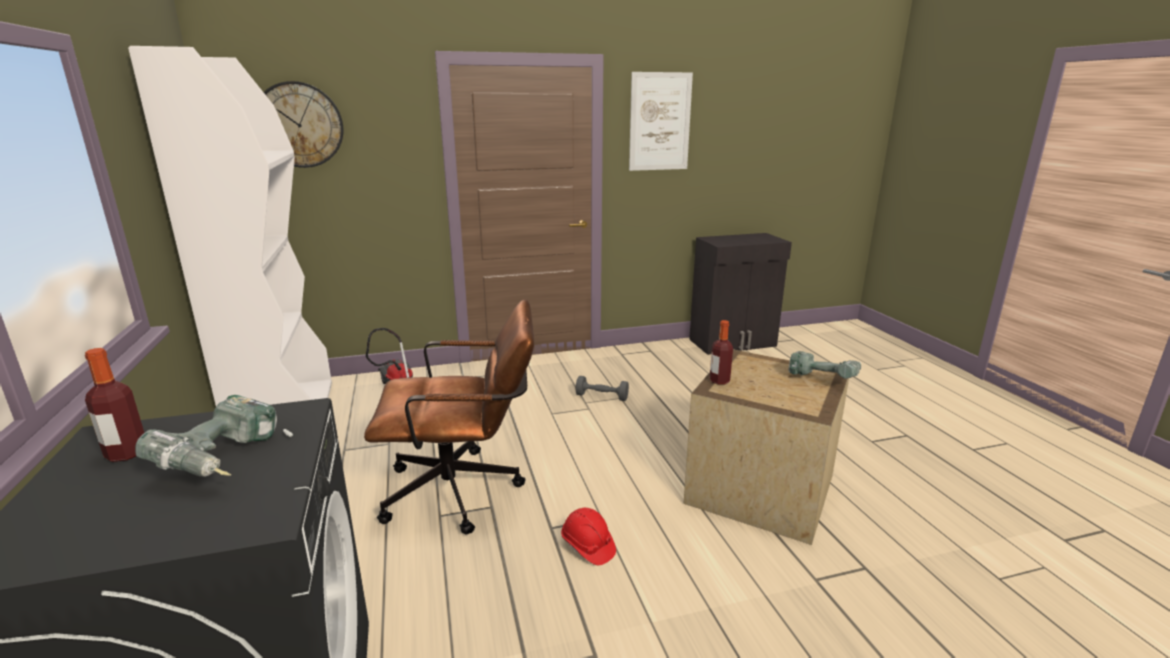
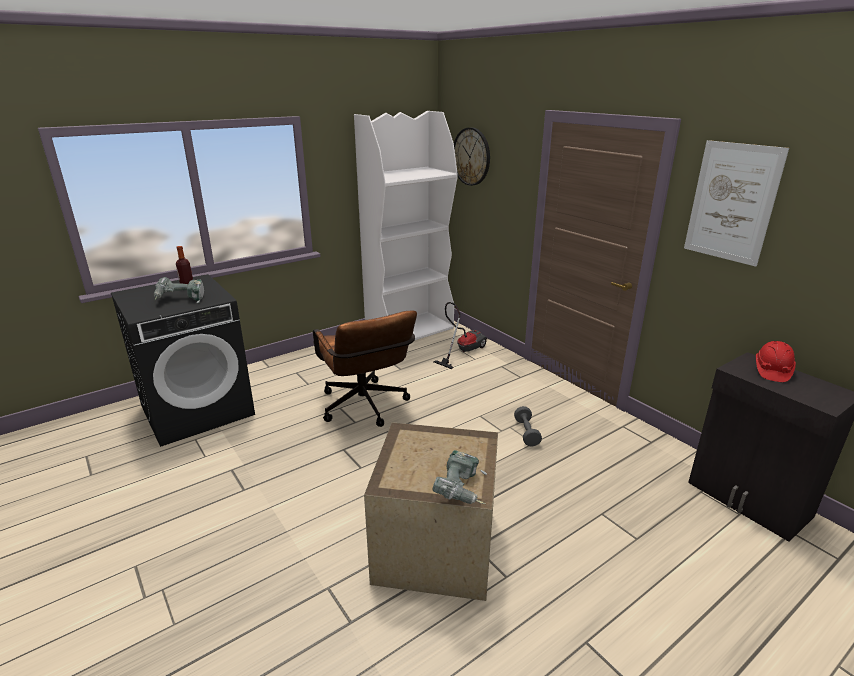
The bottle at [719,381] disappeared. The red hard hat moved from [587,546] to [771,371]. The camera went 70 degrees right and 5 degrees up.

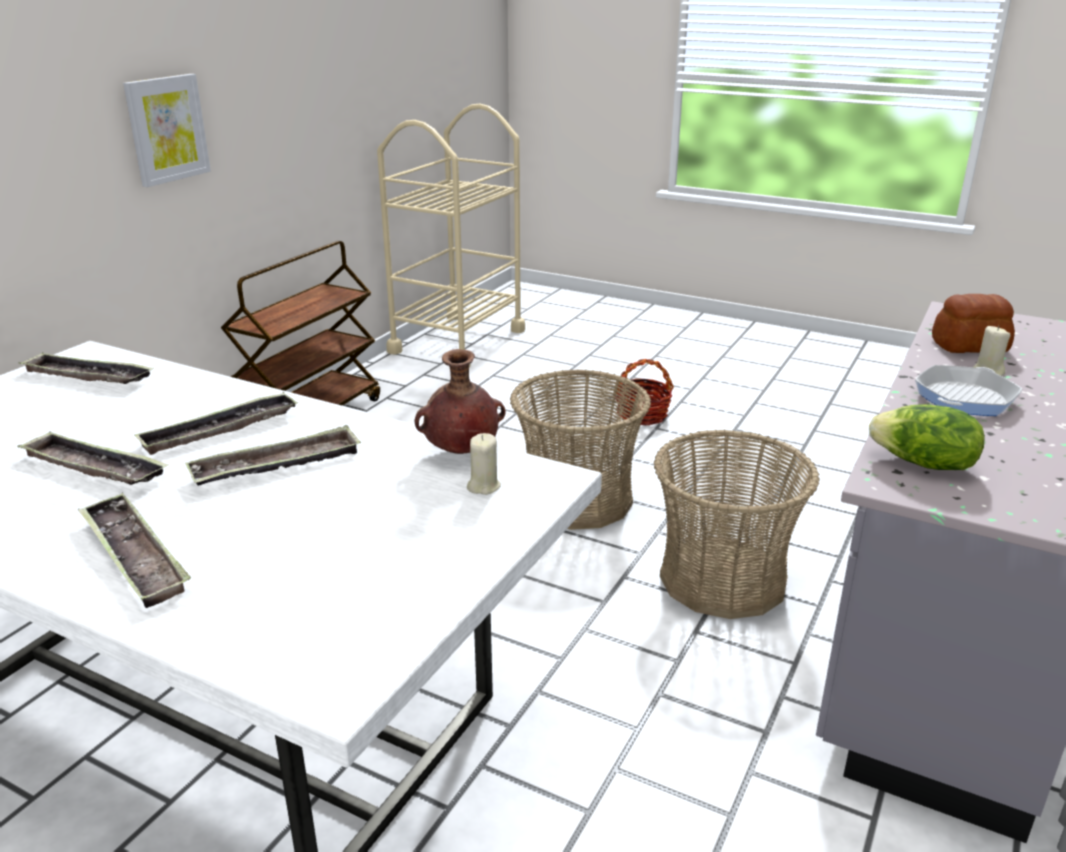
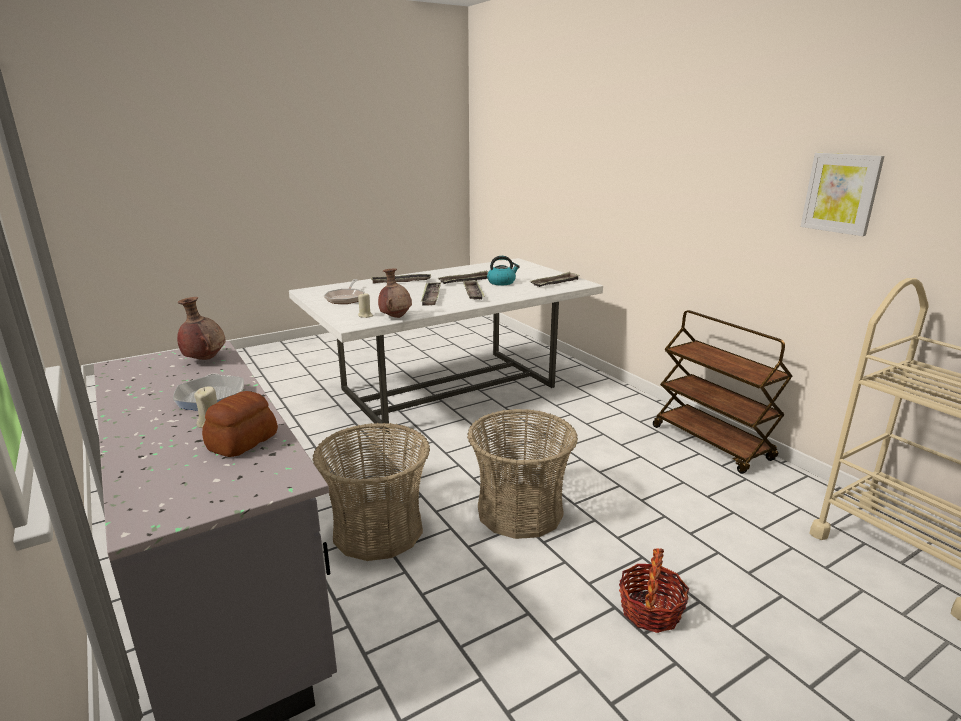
The frying pan at [346,298] appeared. The kettle at [502,282] appeared. The picture moved from [166,129] to [841,193]. The lettuce at [924,464] was replaced by the brown vase at [204,359]. The camera went 120 degrees right and 5 degrees down.

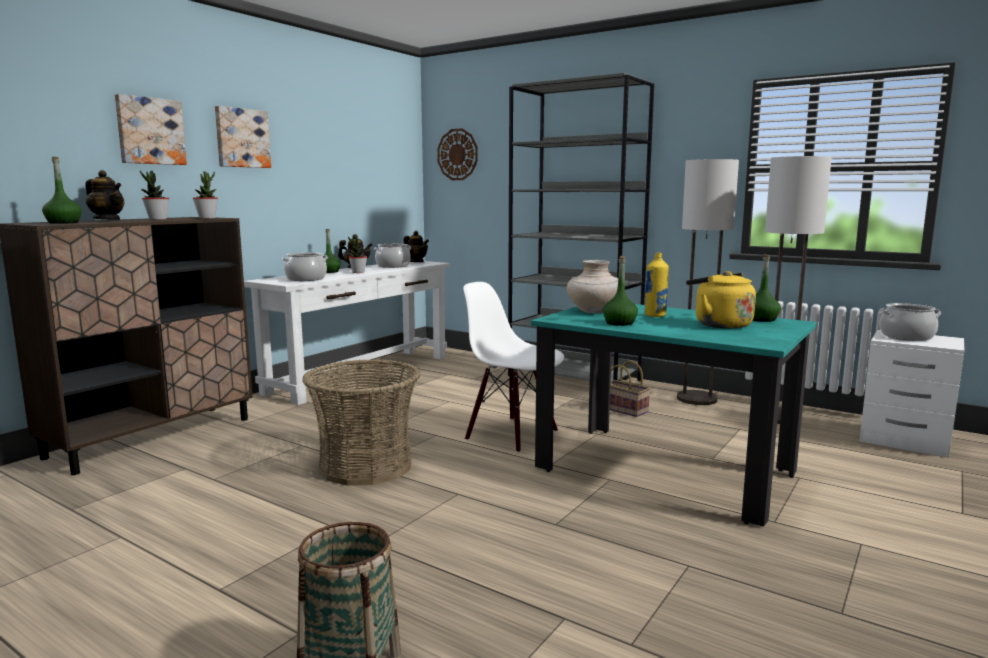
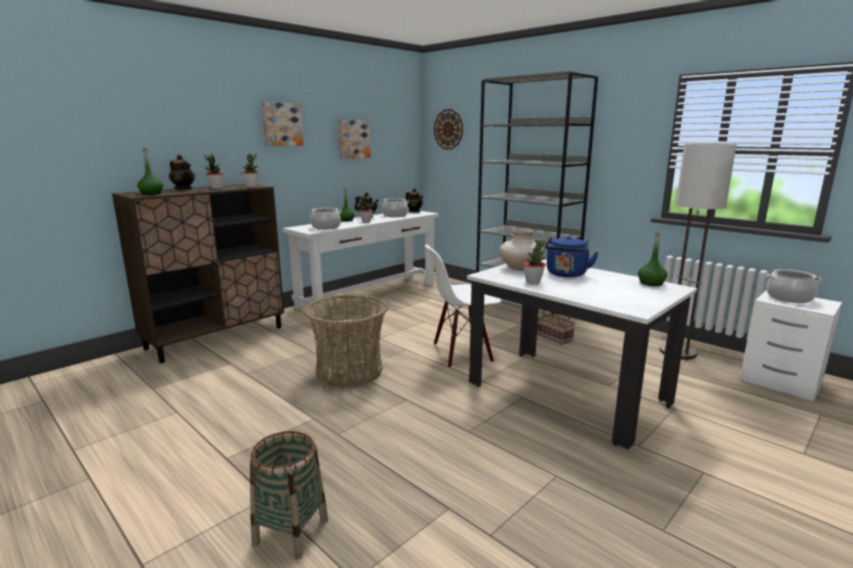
The floor lamp at [697,399] disappeared. The yellow kettle at [719,324] disappeared. The picture moved from [150,131] to [353,139]. The green bottle at [619,323] was replaced by the potted plant at [533,282]. The yellow bottle at [655,315] was replaced by the blue kettle at [566,275]. The turquoise dining table at [664,470] became the white dining table at [567,393]. The white chair at [512,434] turned 60 degrees counterclockwise. The camera went 10 degrees right and 5 degrees up.

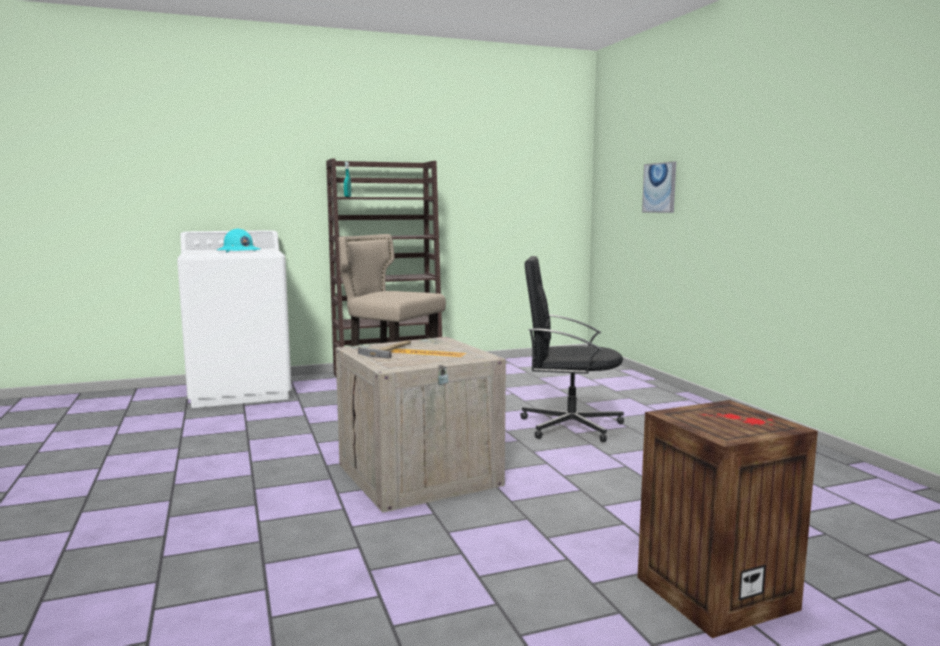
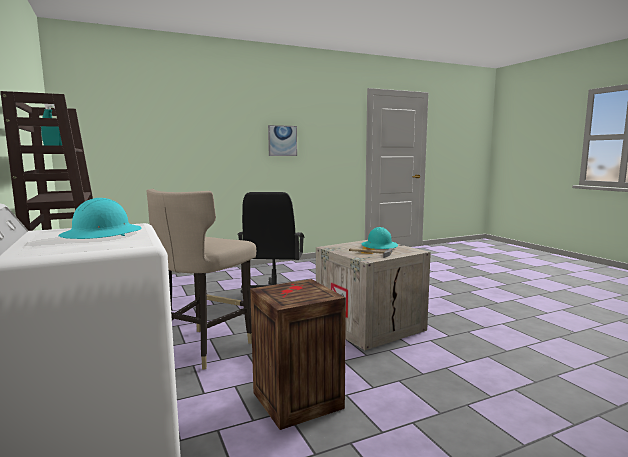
The turquoise hard hat at [379,246] appeared. The crate moved from [716,591] to [295,400]. The picture moved from [660,187] to [282,140]. The camera went 95 degrees left and 0 degrees up.

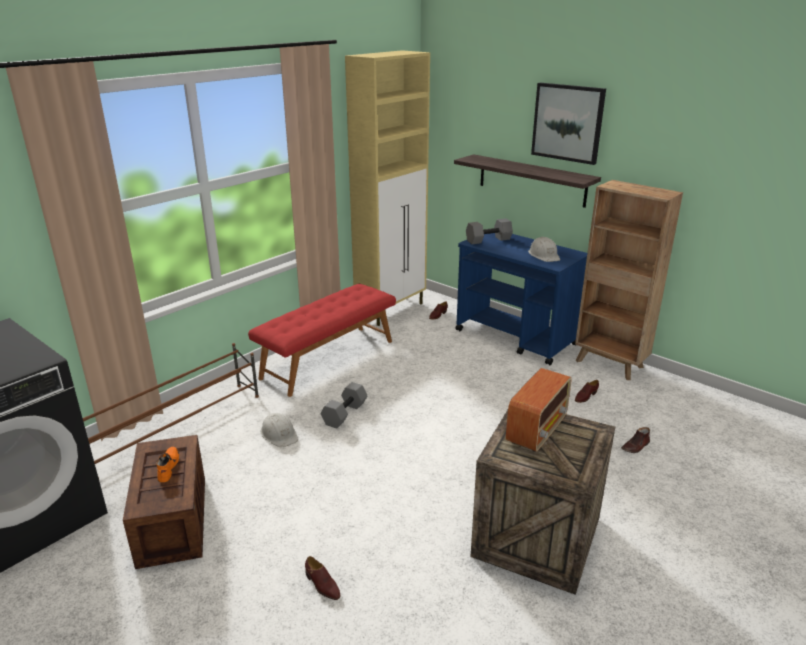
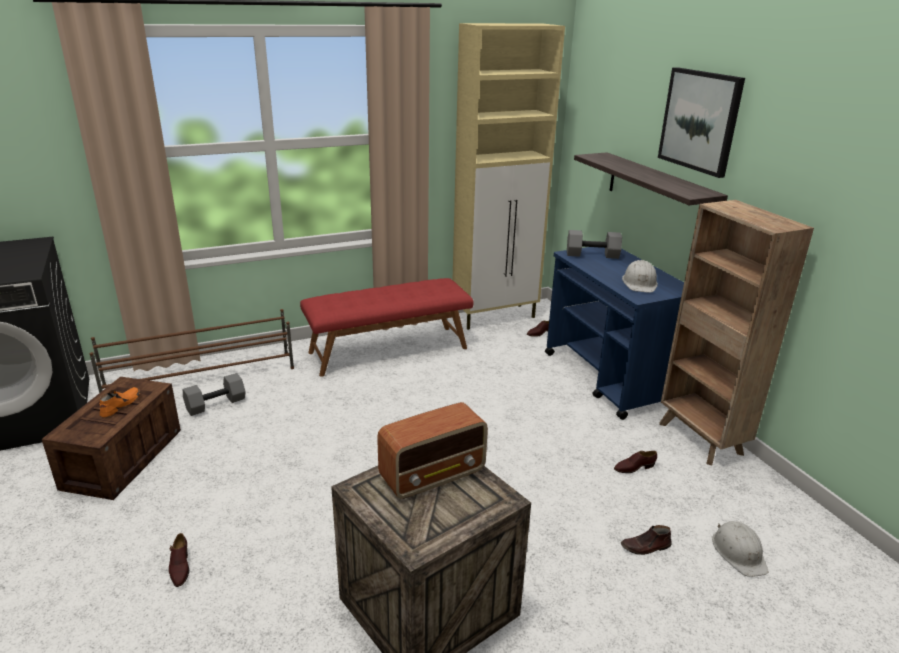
The white hard hat moved from [279,434] to [738,552]. The grey dumbbell moved from [344,413] to [216,403]. The camera went 25 degrees right and 0 degrees up.

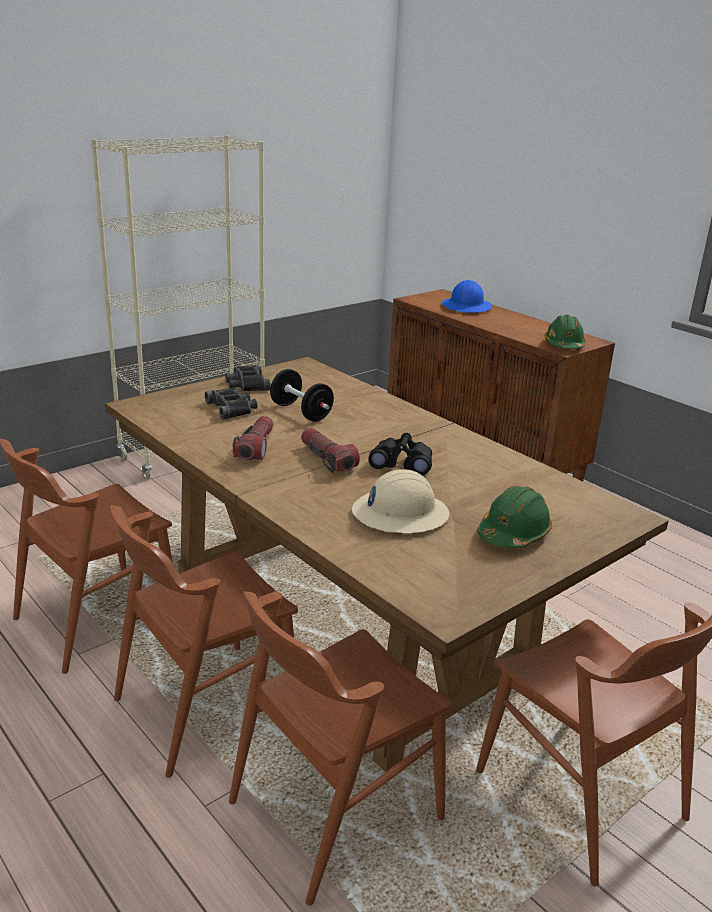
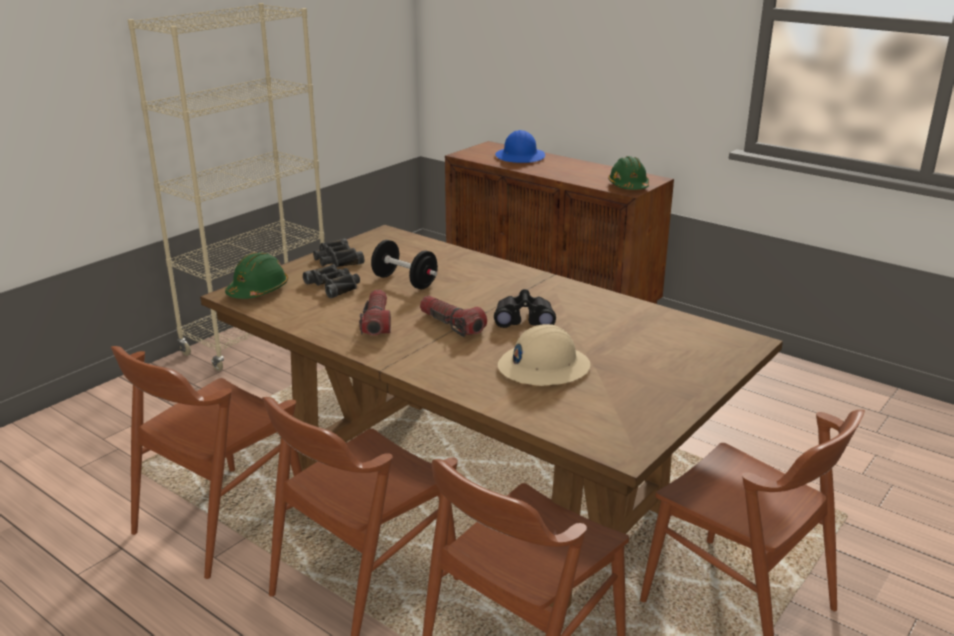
The green hard hat moved from [513,534] to [258,291]. The camera went 10 degrees left and 0 degrees up.

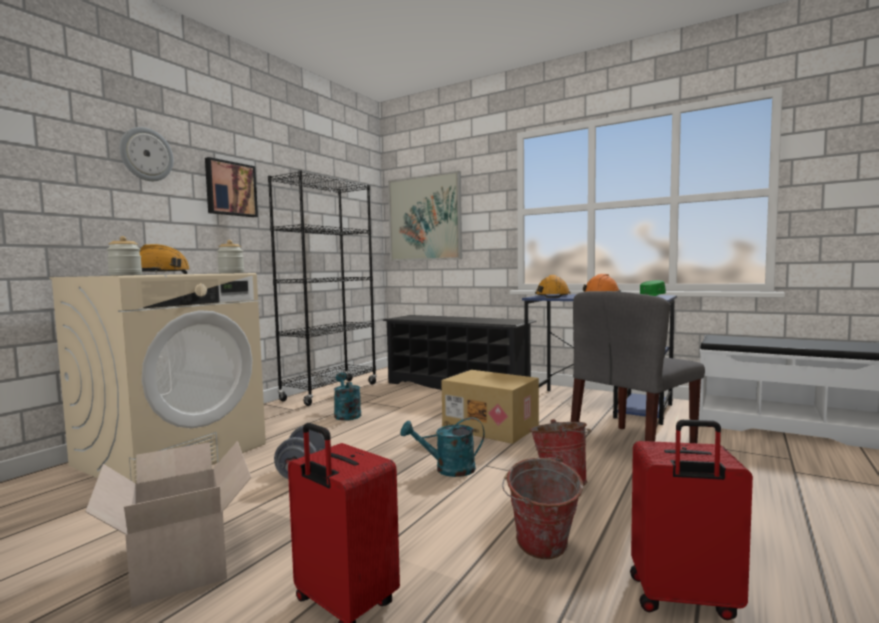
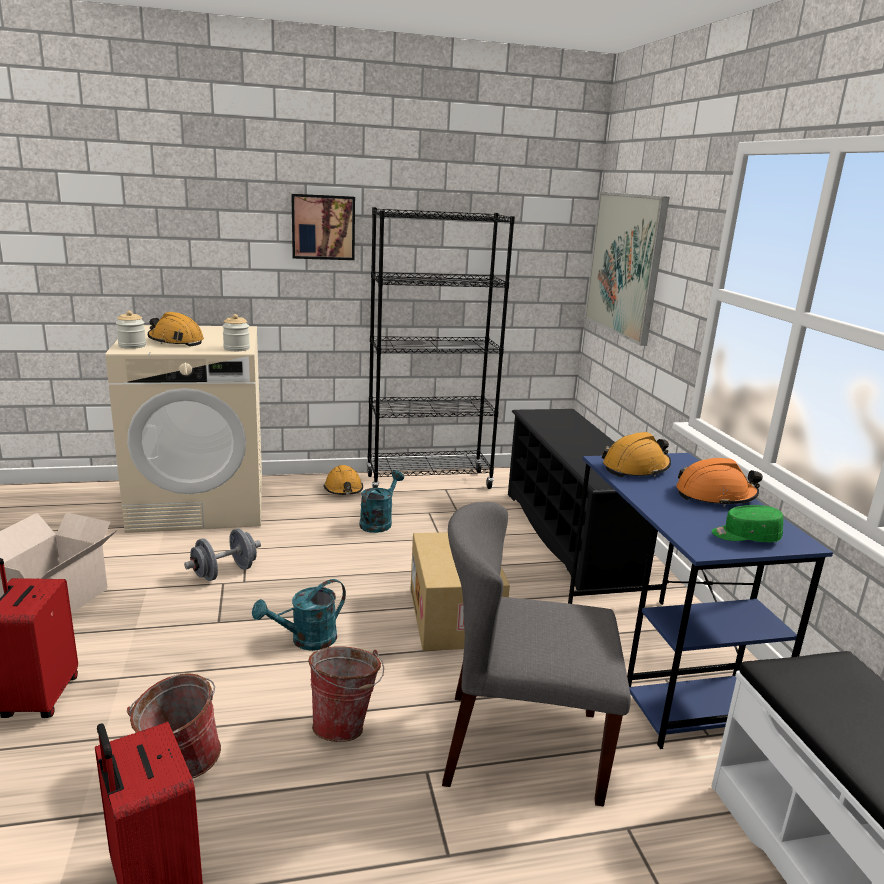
The wall clock at [146,154] disappeared. The orange hard hat at [343,489] appeared. The turquoise watering can at [448,469] turned 75 degrees counterclockwise. The camera went 45 degrees right and 15 degrees up.

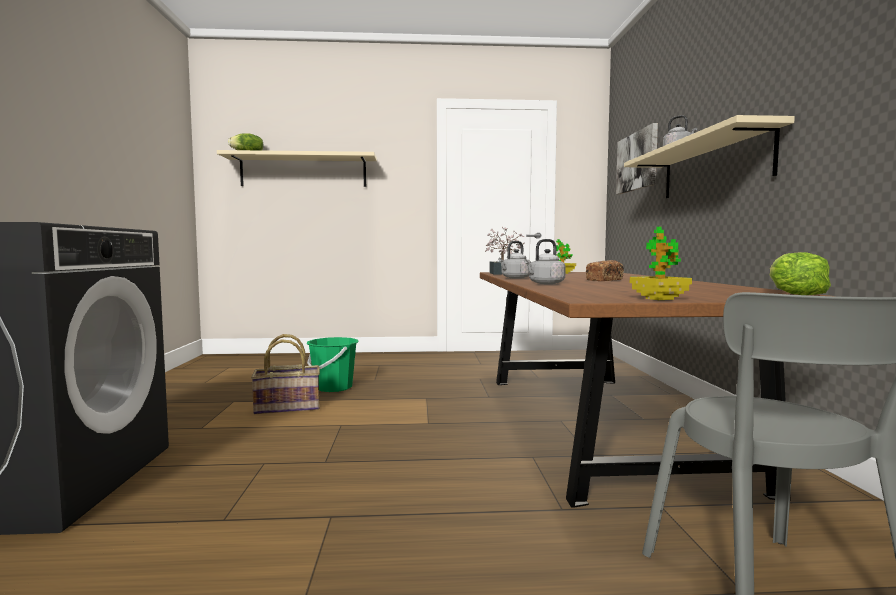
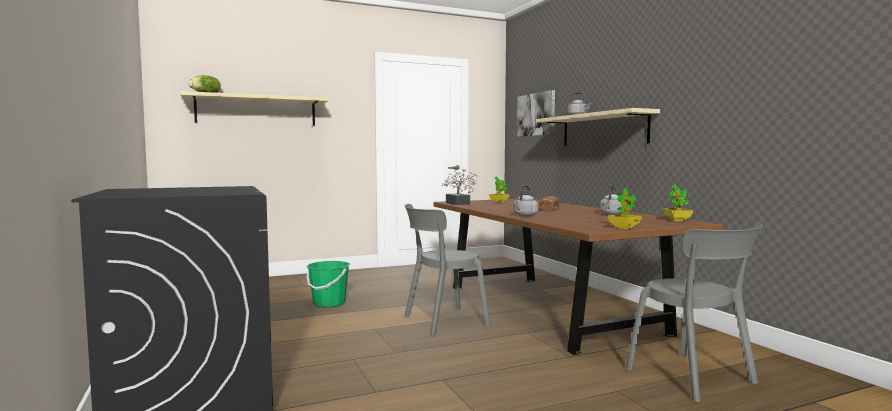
The basket at [288,407] disappeared. The grey chair at [442,322] appeared. The grey kettle moved from [515,278] to [611,214]. The lettuce at [794,294] was replaced by the potted plant at [676,220]. The camera went 20 degrees left and 0 degrees up.

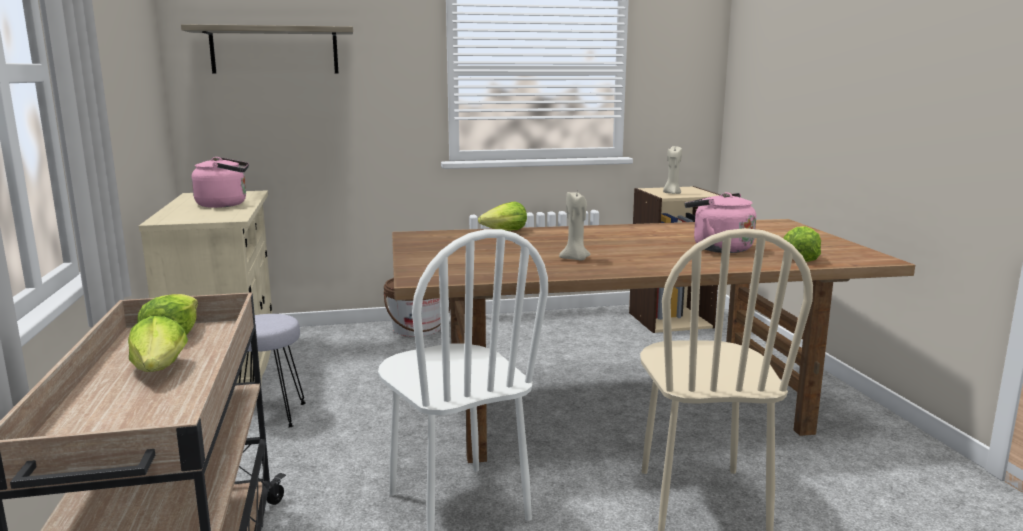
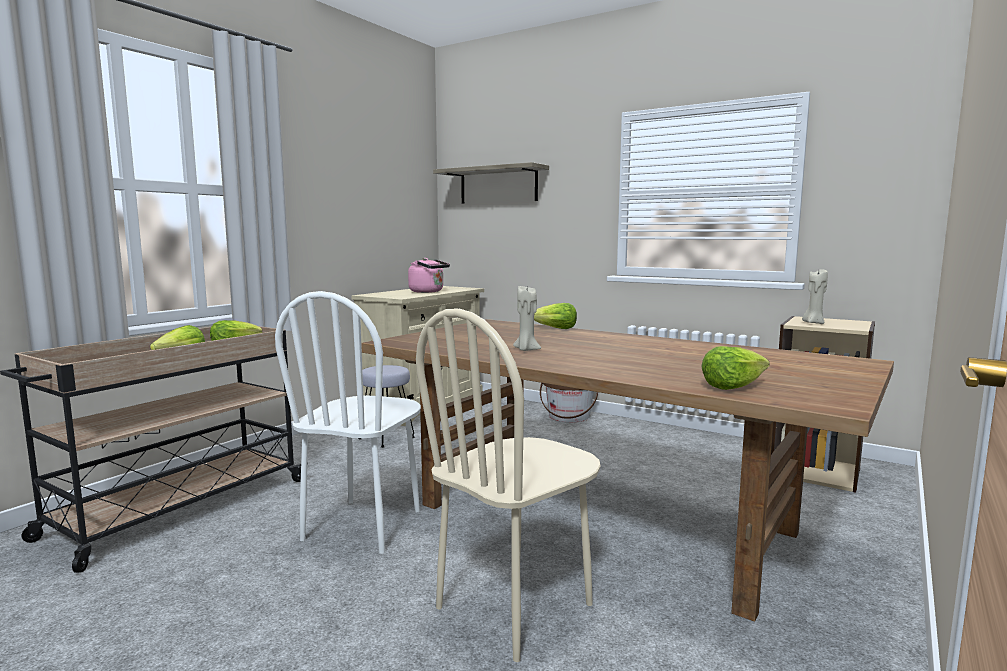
The pink kettle at [718,248] disappeared. The camera went 45 degrees right and 5 degrees down.

